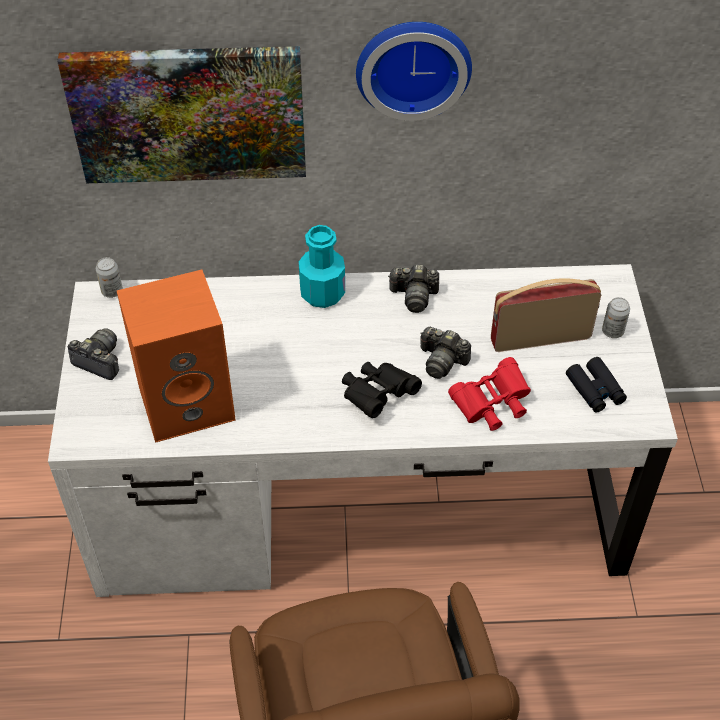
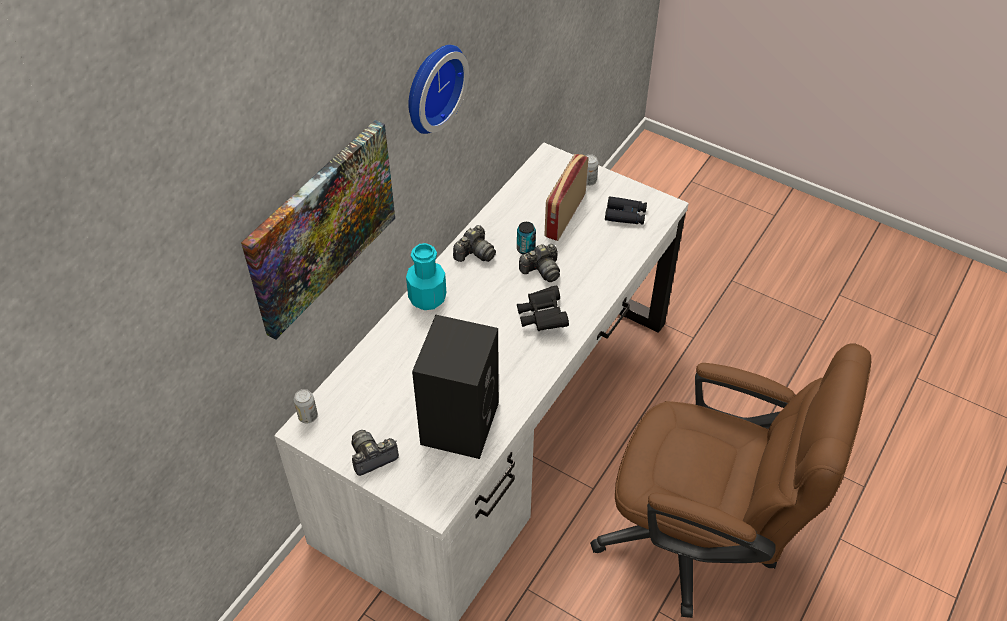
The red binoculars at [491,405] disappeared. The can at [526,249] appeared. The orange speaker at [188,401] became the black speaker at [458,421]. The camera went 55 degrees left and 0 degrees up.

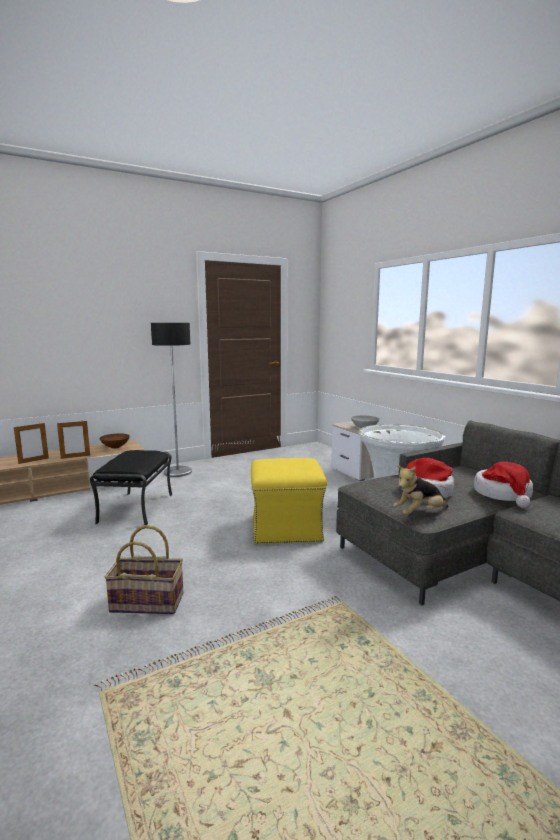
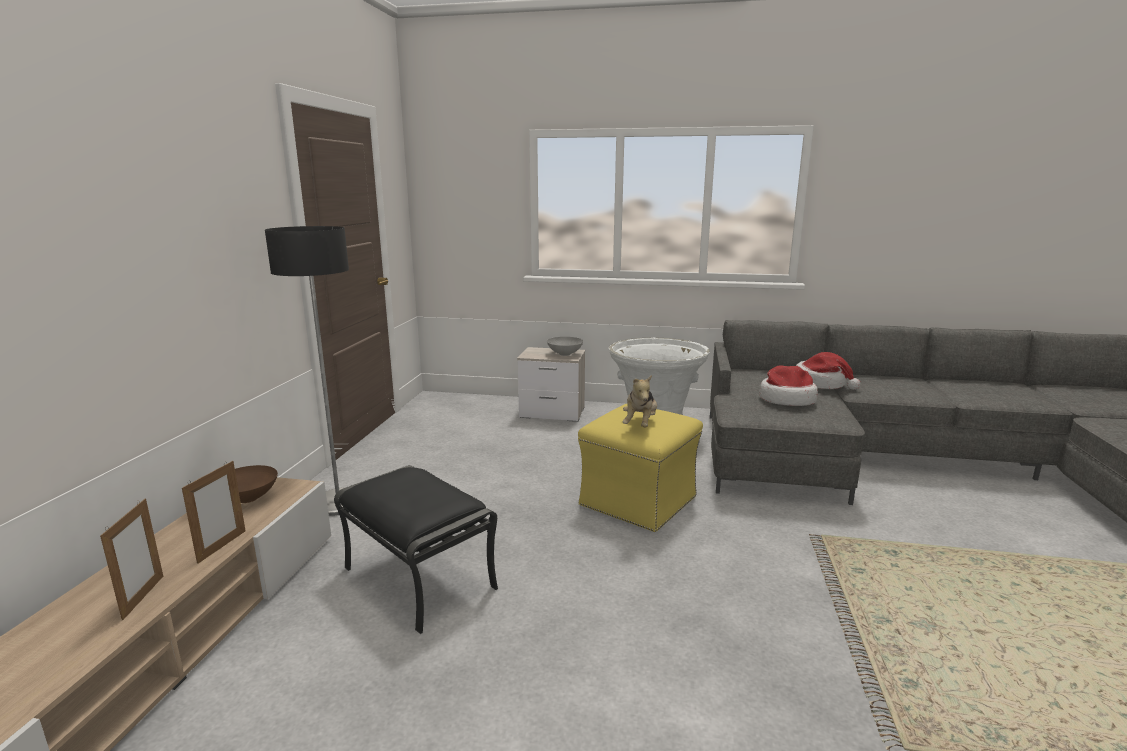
The basket at [148,602] disappeared. The plush toy moved from [419,514] to [640,424]. The camera went 50 degrees left and 5 degrees up.

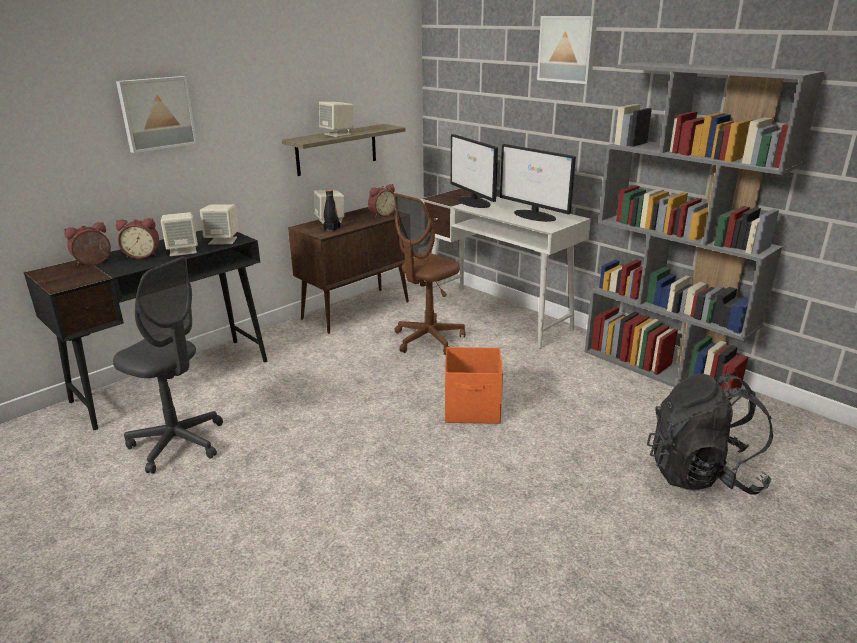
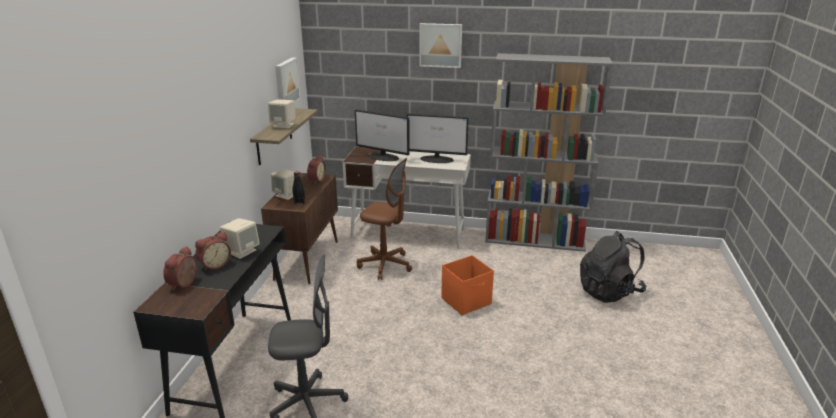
The beige speaker at [223,240] disappeared. The picture moved from [156,113] to [286,83]. The brown office chair at [428,340] turned 75 degrees counterclockwise. The camera went 35 degrees left and 0 degrees up.

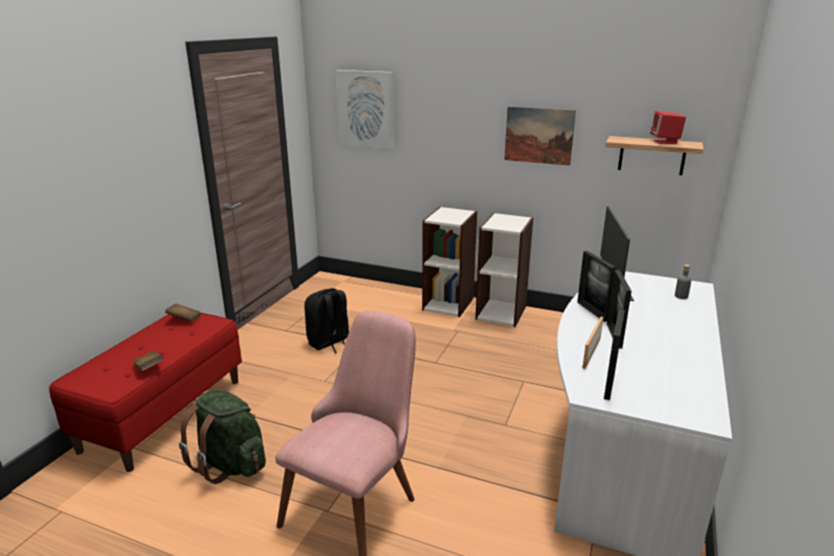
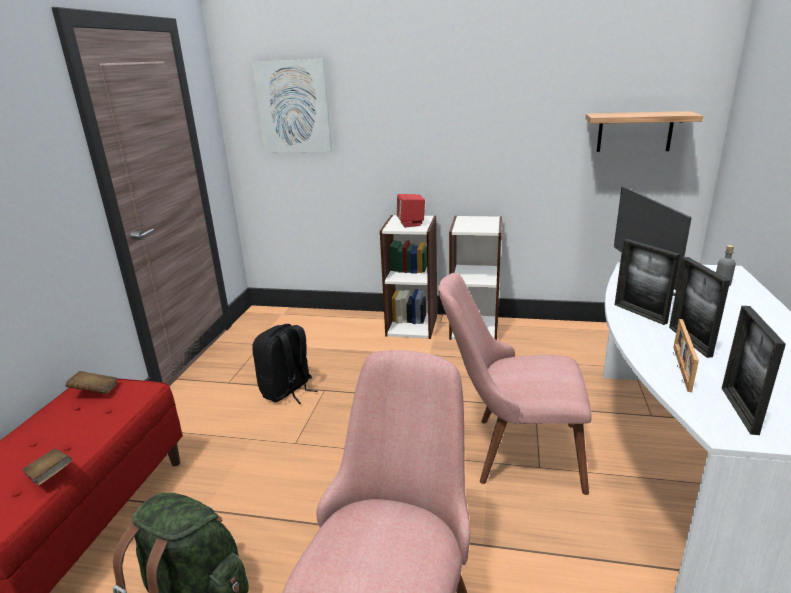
The picture at [539,135] disappeared. The pink chair at [512,452] appeared. The red speaker moved from [665,142] to [411,224]. The camera went 10 degrees left and 0 degrees up.

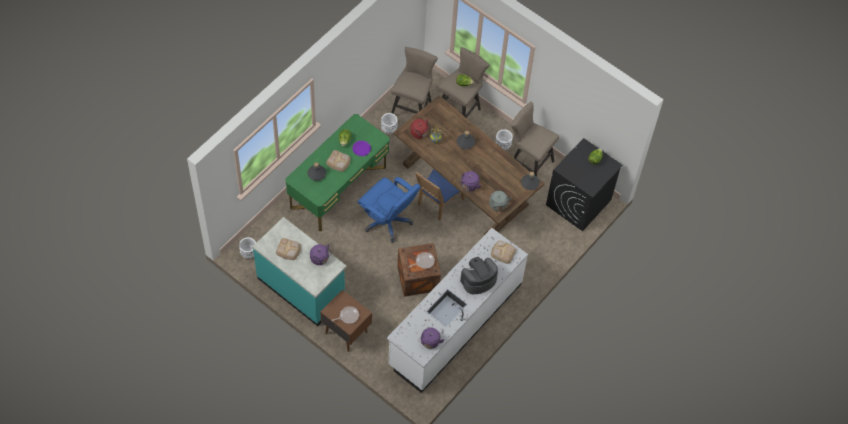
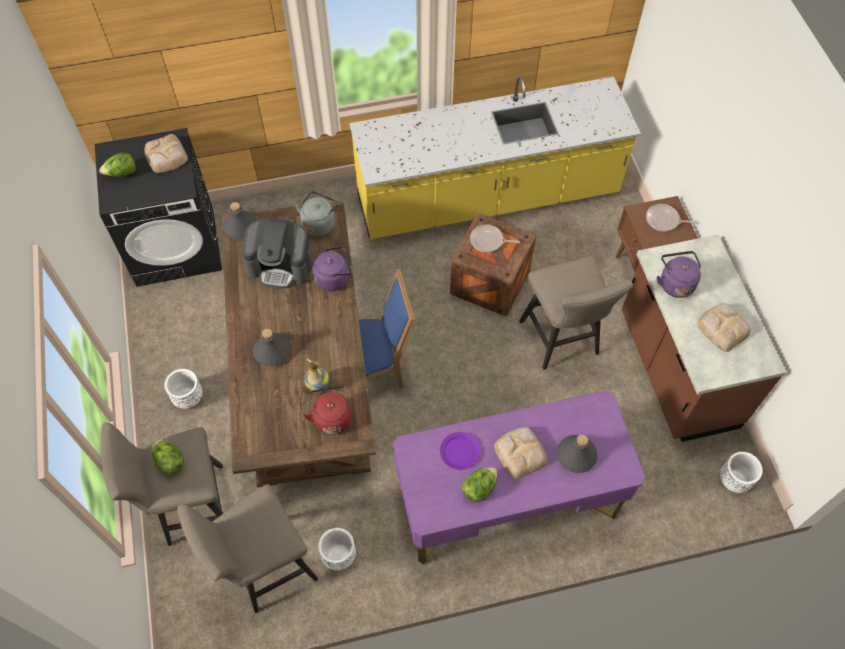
The blue office chair at [388,221] disappeared. The purple kettle at [430,343] disappeared. The coffee machine moved from [478,280] to [281,265]. The bread moved from [502,252] to [166,157]. The beige stool moved from [528,163] to [562,342]. The turquoise counter at [301,288] became the brown counter at [675,371]. The green desk at [338,187] became the purple desk at [507,500]. The white counter at [455,324] became the yellow counter at [487,198]. The camera went 140 degrees left and 0 degrees up.

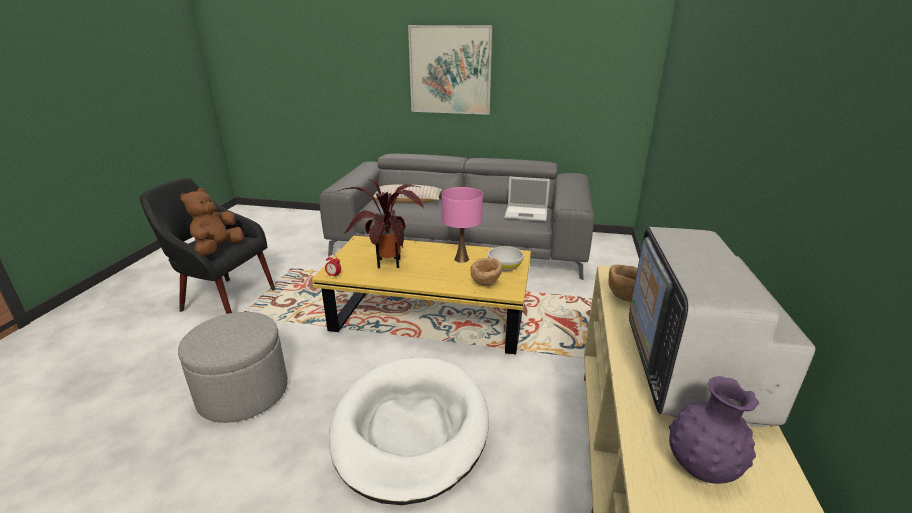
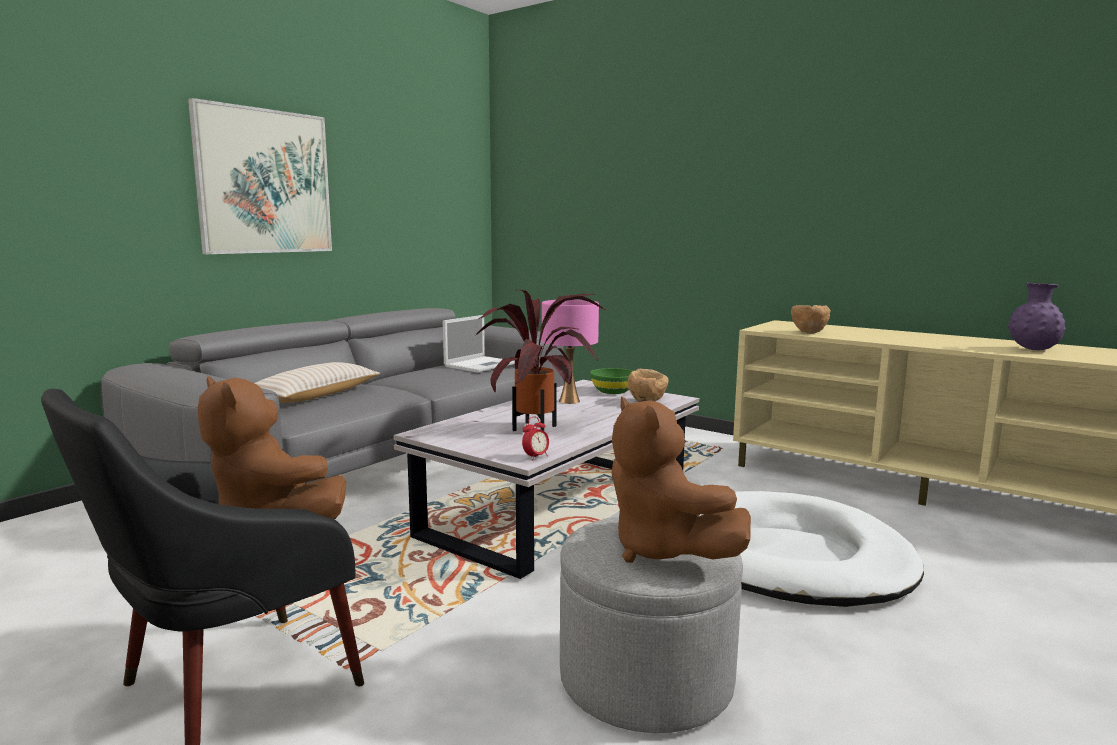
The television at [691,371] disappeared. The brown plush toy at [663,550] appeared. The yellow coffee table at [429,319] became the white coffee table at [562,508]. The white bowl at [504,267] became the green bowl at [612,391]. The camera went 65 degrees left and 15 degrees down.

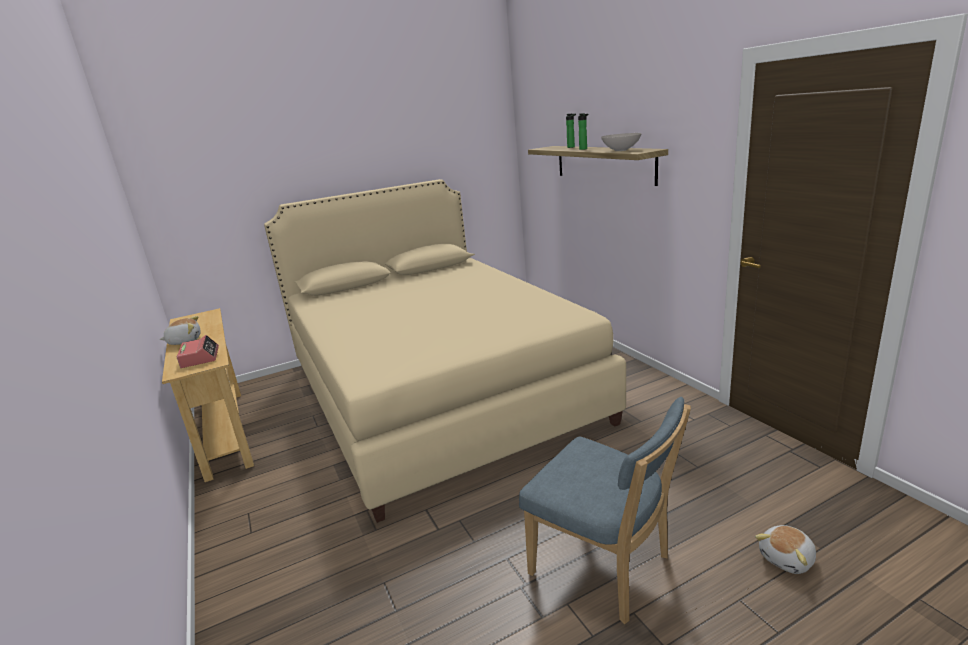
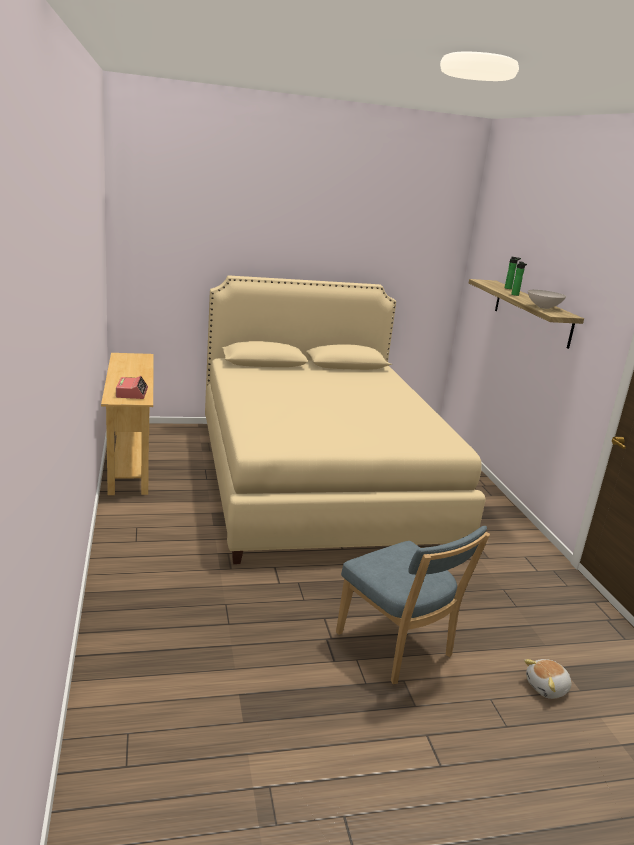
The plush toy at [185,341] disappeared. The camera went 10 degrees right and 0 degrees up.

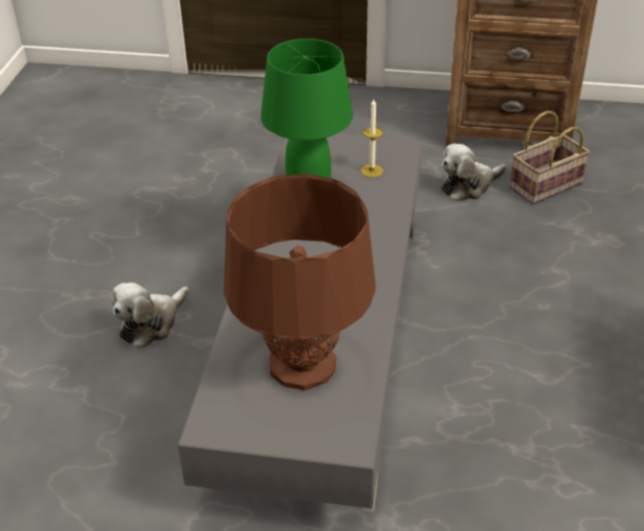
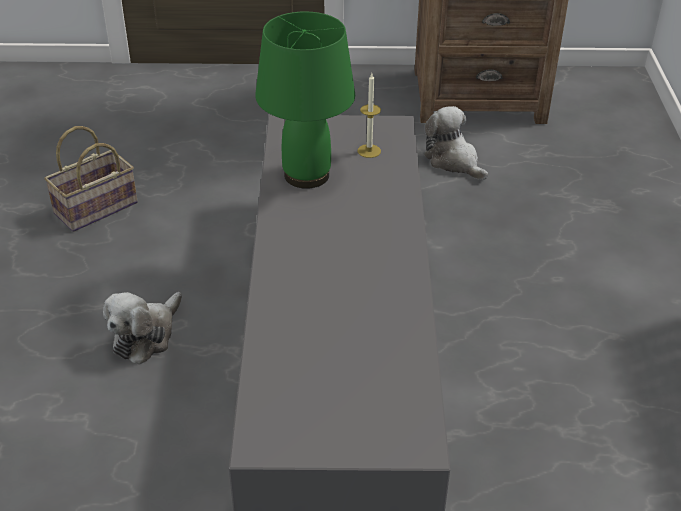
The brown table lamp at [302,364] disappeared. The basket moved from [545,187] to [95,210]. The plush toy at [468,186] turned 90 degrees clockwise. The camera went 10 degrees left and 0 degrees up.

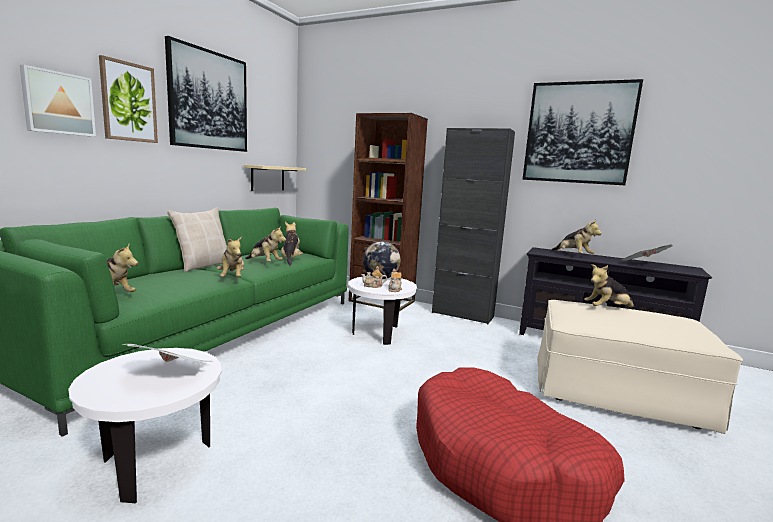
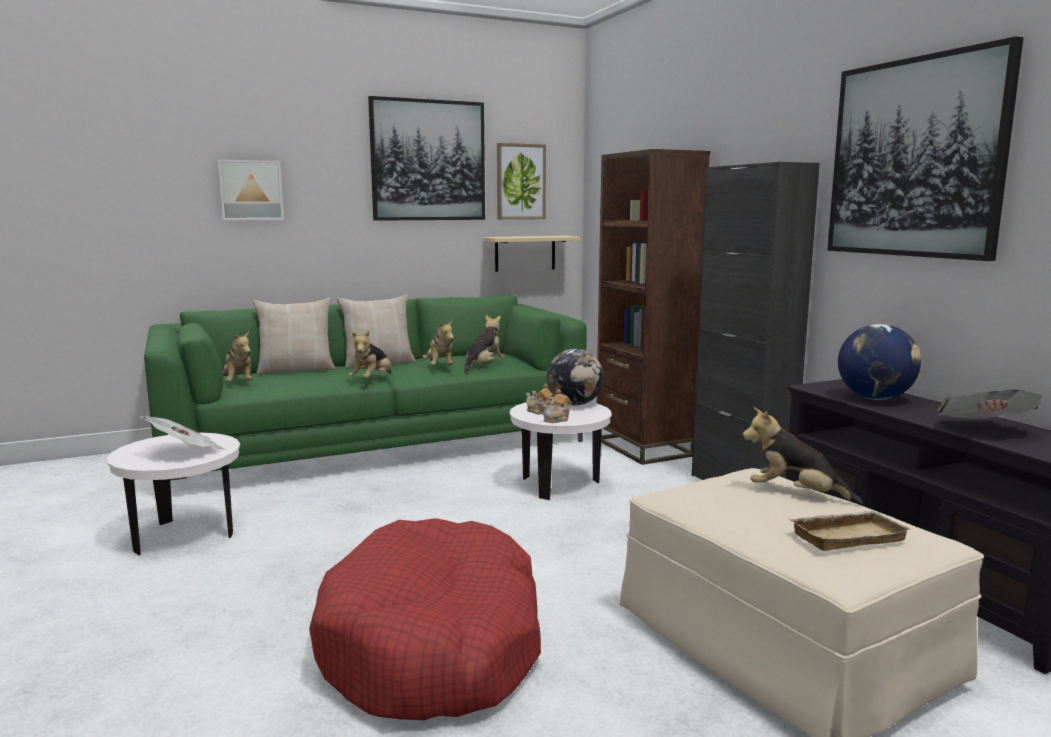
The beige pillow at [296,370] appeared. The beige tray at [846,536] appeared. The picture moved from [128,102] to [520,182]. The plush toy at [573,255] was replaced by the globe at [875,398]. The camera went 40 degrees right and 0 degrees up.

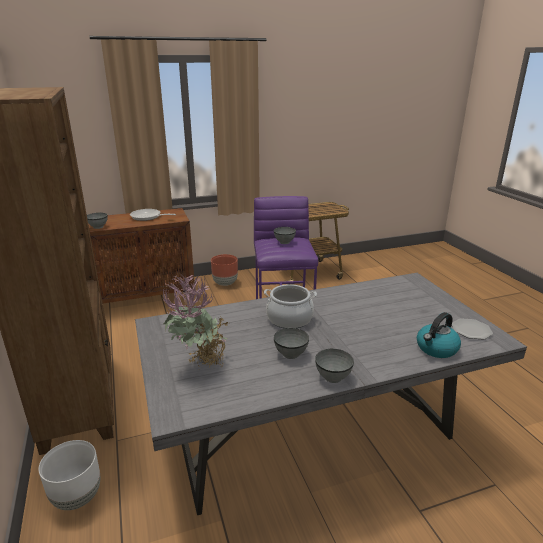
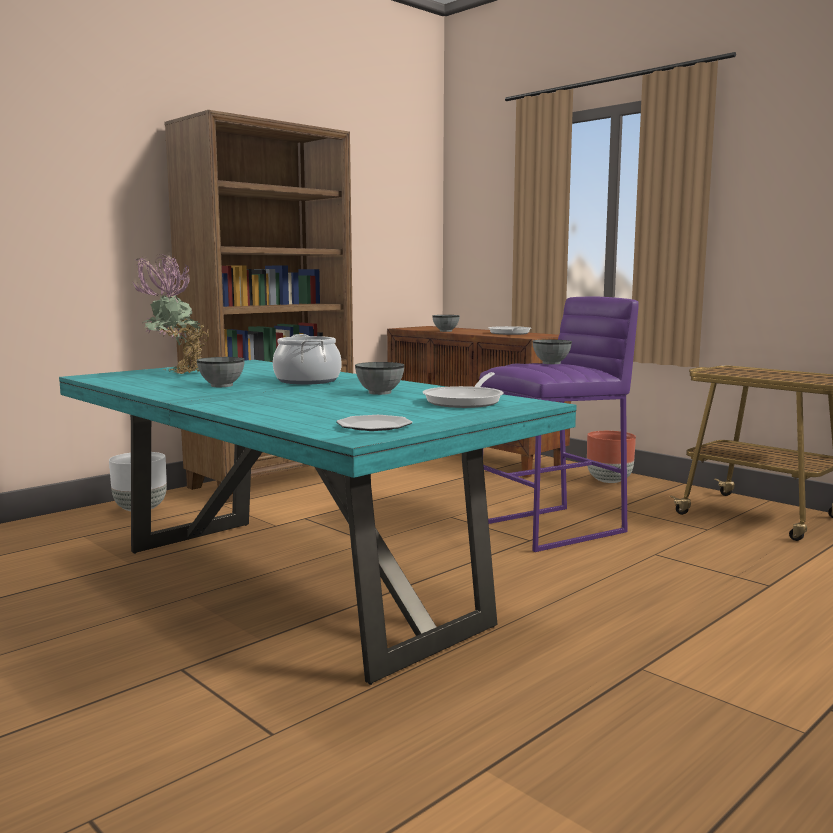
The kettle at [436,349] disappeared. The frying pan at [466,401] appeared. The grey bowl moved from [333,377] to [380,393]. The grey dining table at [316,437] became the turquoise dining table at [295,586]. The camera went 65 degrees right and 15 degrees down.

